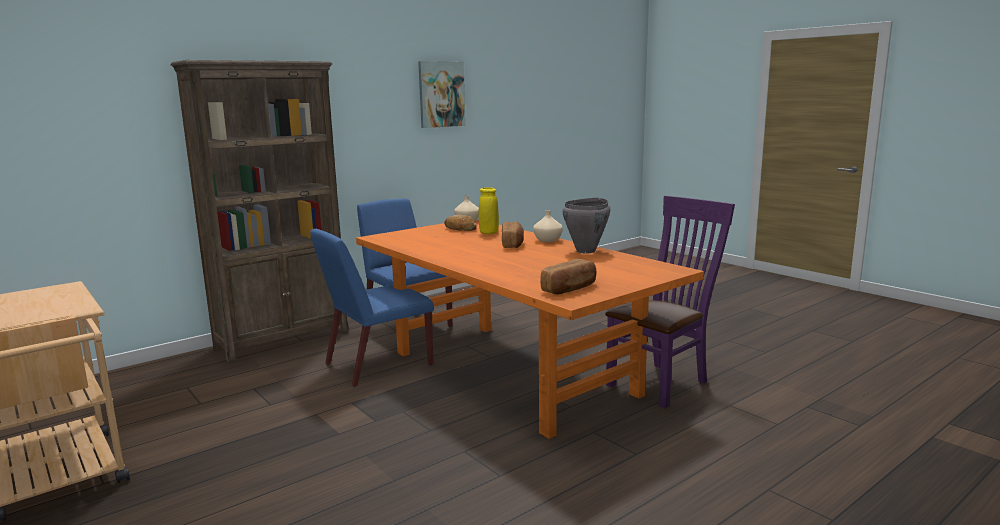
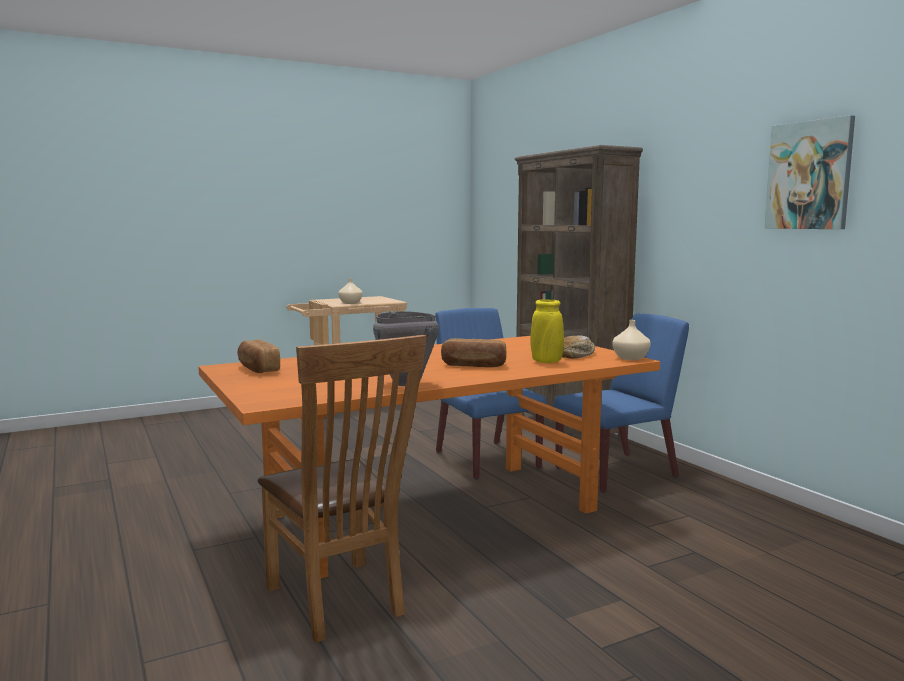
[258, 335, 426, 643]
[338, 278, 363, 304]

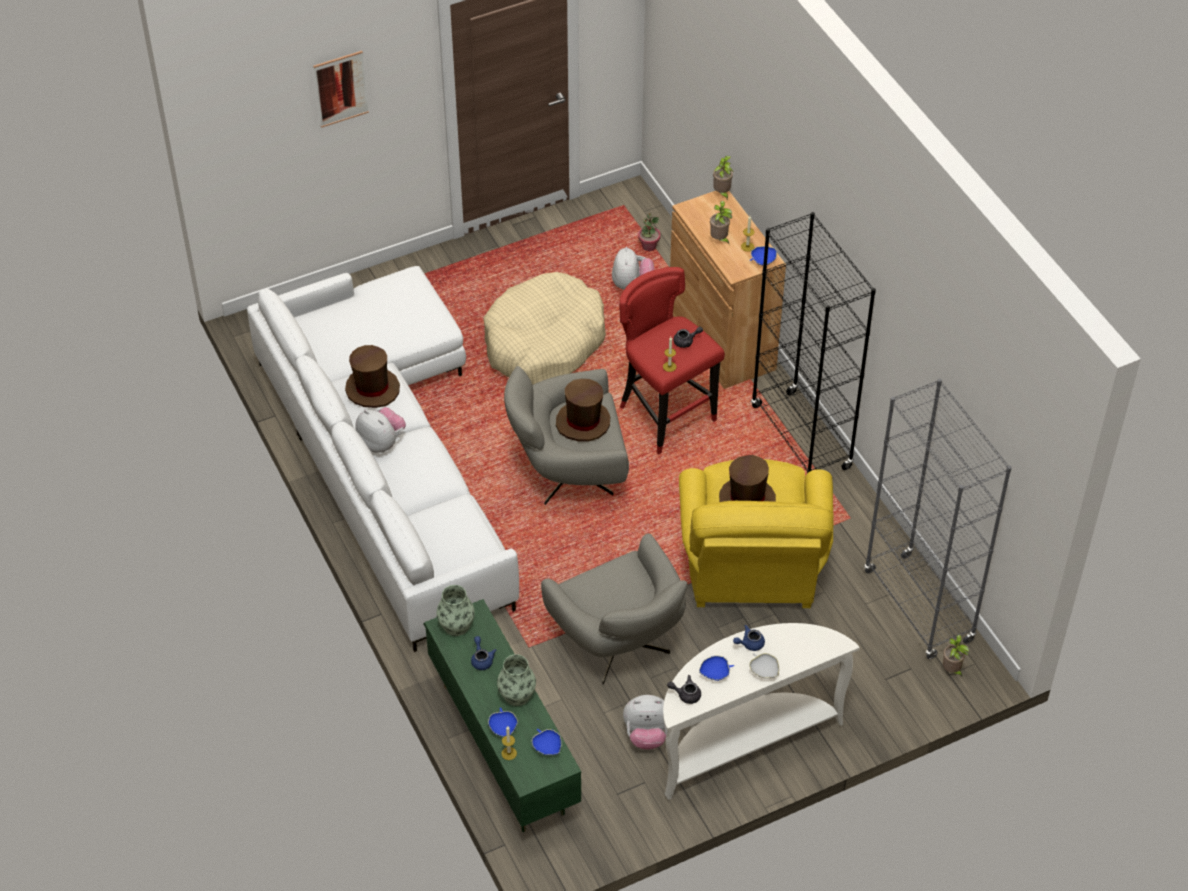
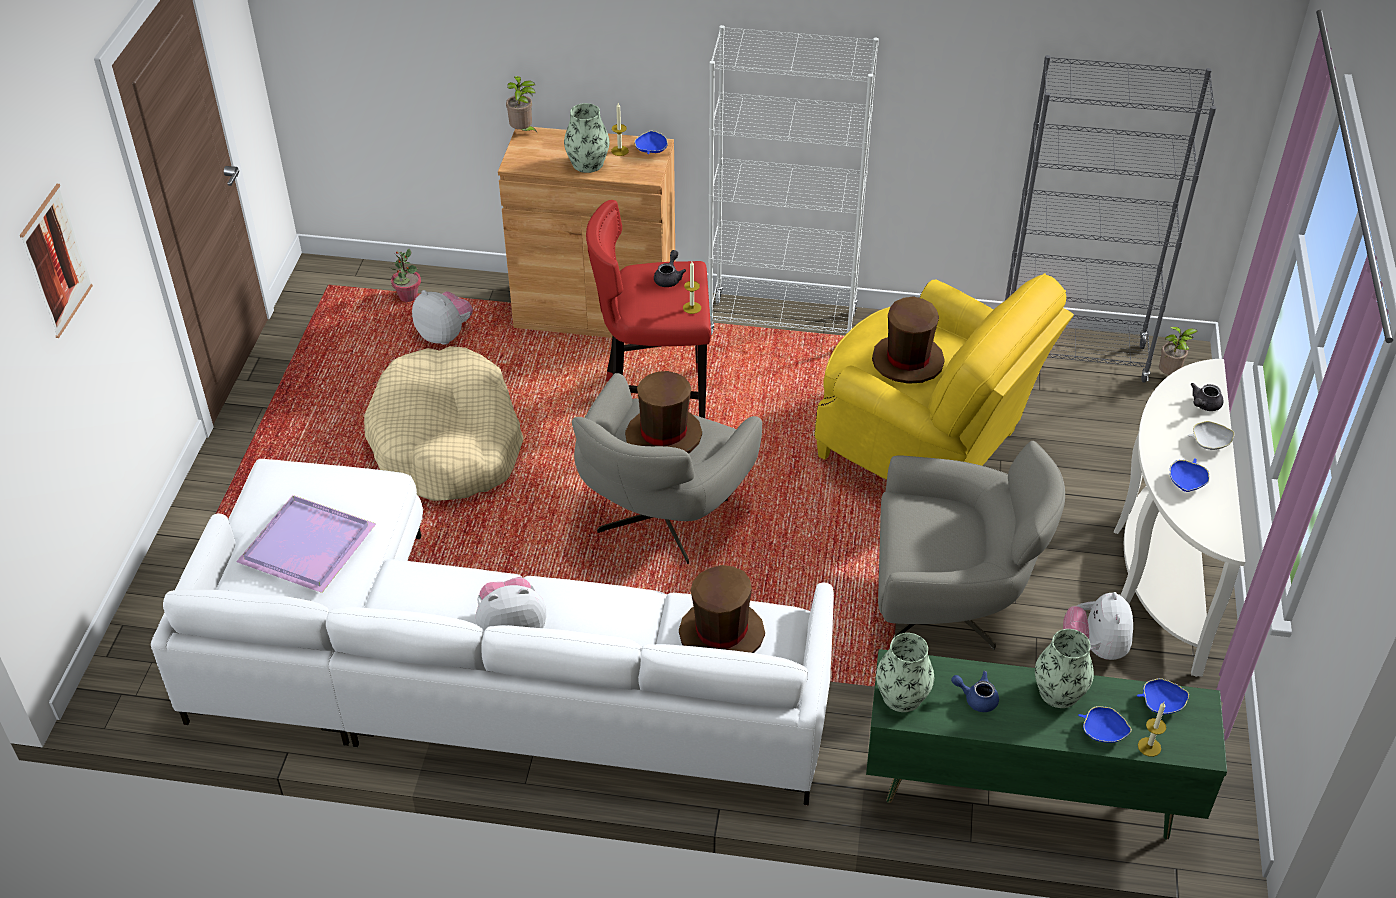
[564, 103, 609, 173]
[708, 25, 879, 335]
[679, 565, 765, 653]
[733, 625, 765, 651] (first image)
[1190, 383, 1224, 411]
[1063, 592, 1133, 660]
[236, 495, 376, 593]

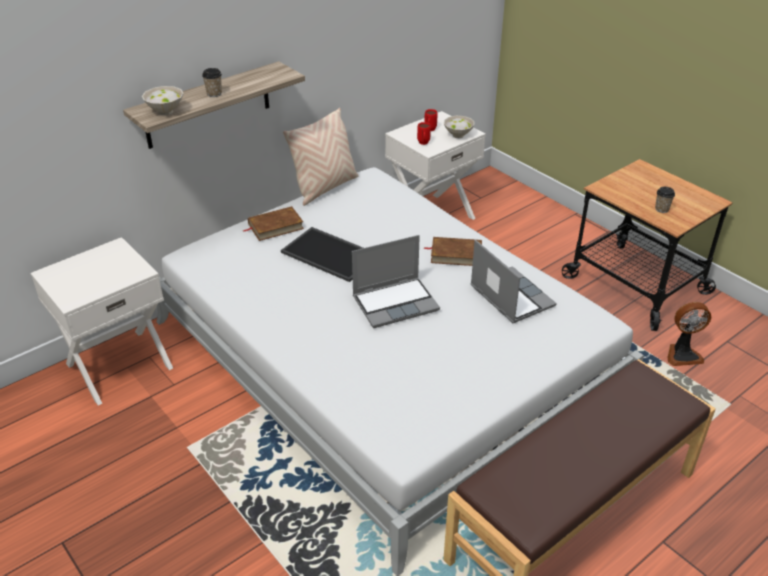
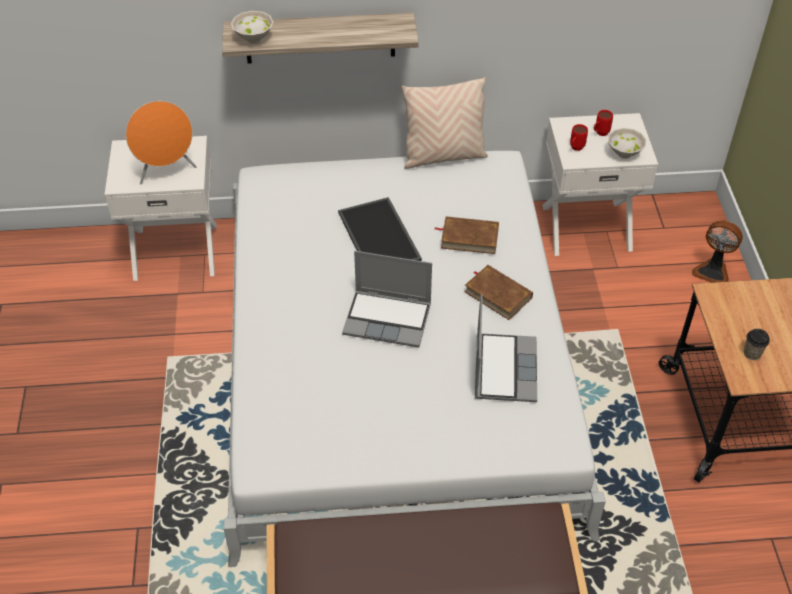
[202, 68, 222, 97] (first image)
[435, 216, 499, 254]
[692, 221, 743, 283]
[126, 101, 197, 184]

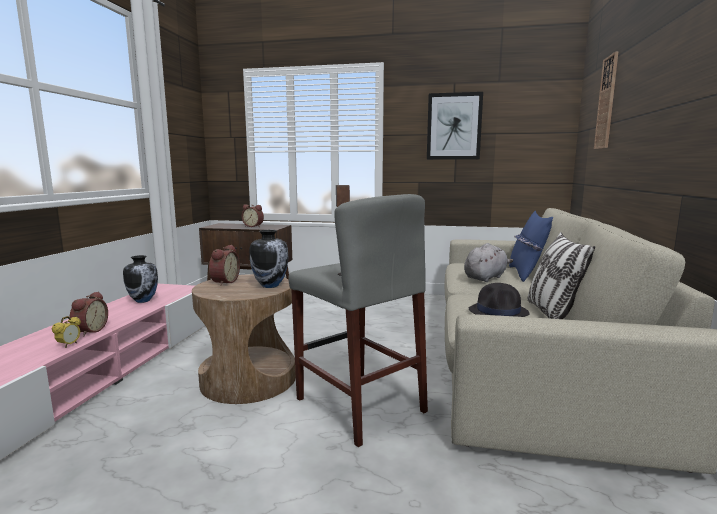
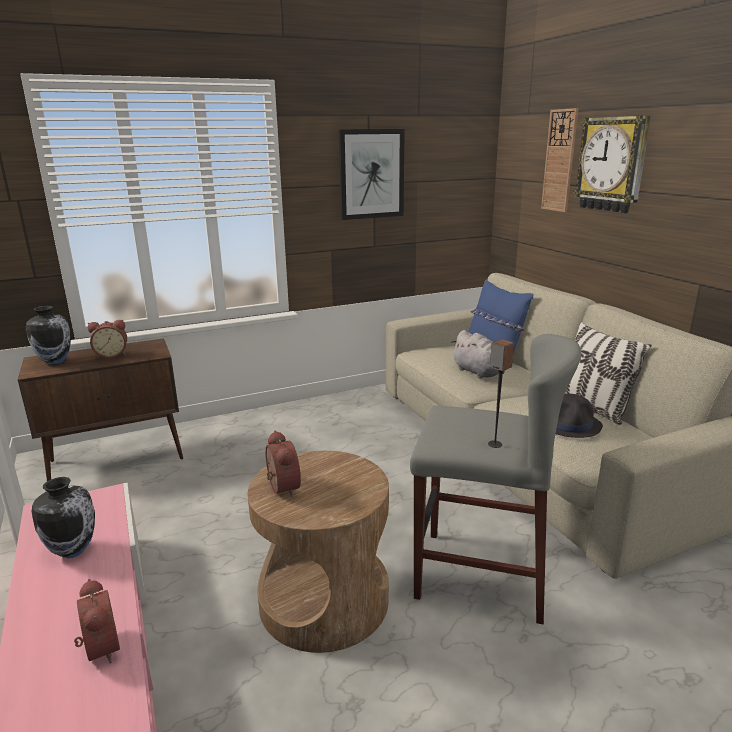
[26, 306, 71, 365]
[451, 330, 505, 379]
[52, 316, 81, 348] (first image)
[573, 115, 651, 213]

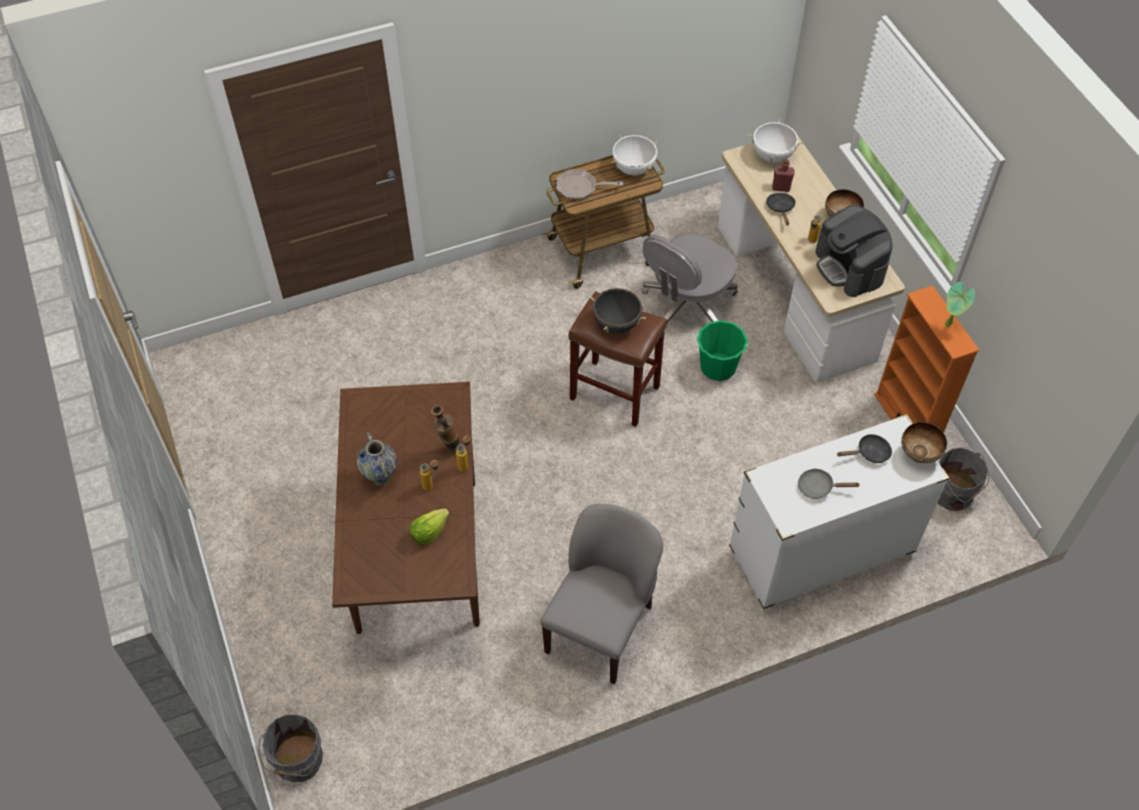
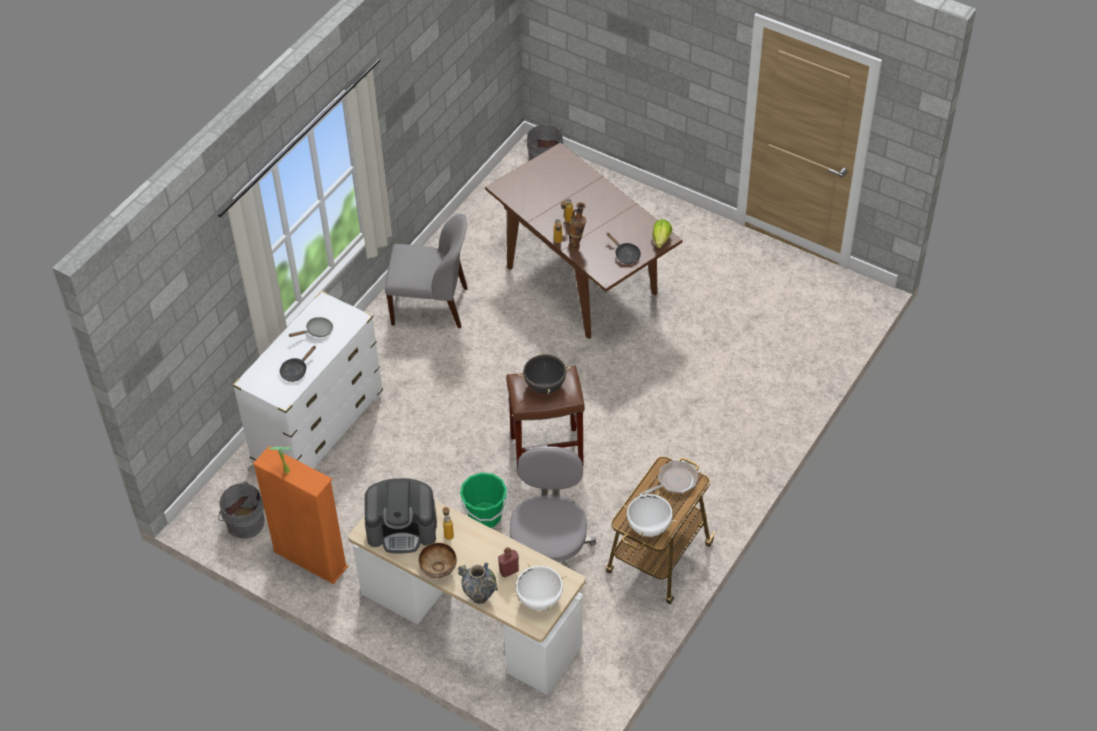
[607, 233, 641, 264]
[365, 478, 437, 553]
[901, 422, 947, 463] (first image)
[458, 562, 498, 604]
[385, 214, 468, 328]
[652, 219, 673, 248]

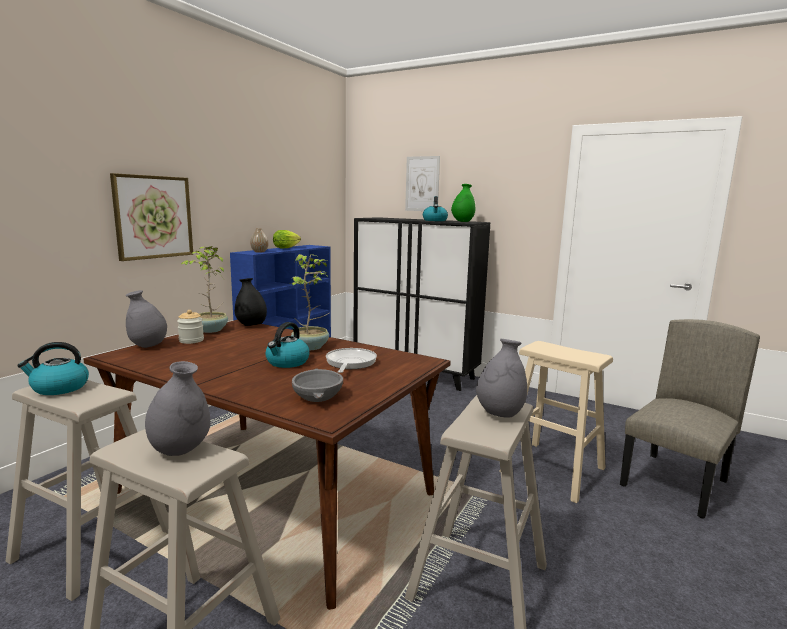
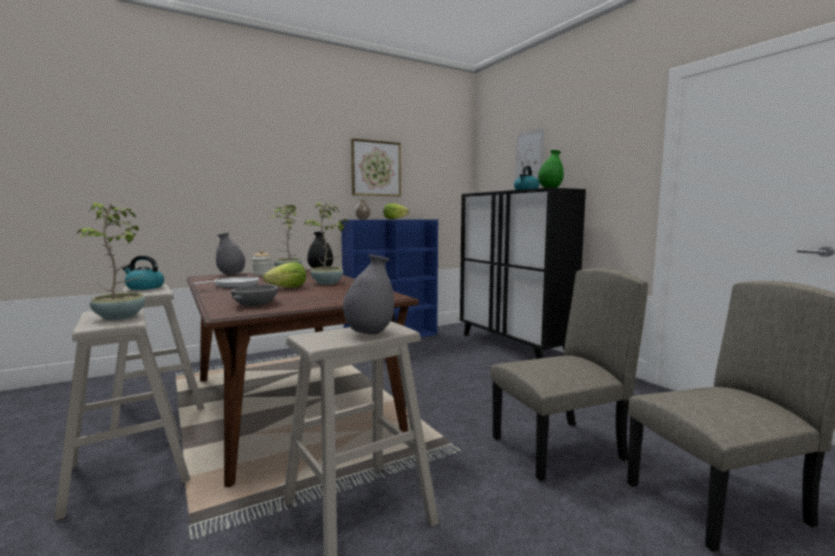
[351, 138, 401, 196]
[263, 262, 306, 288]
[491, 268, 648, 481]
[193, 277, 259, 288]
[76, 202, 146, 320]

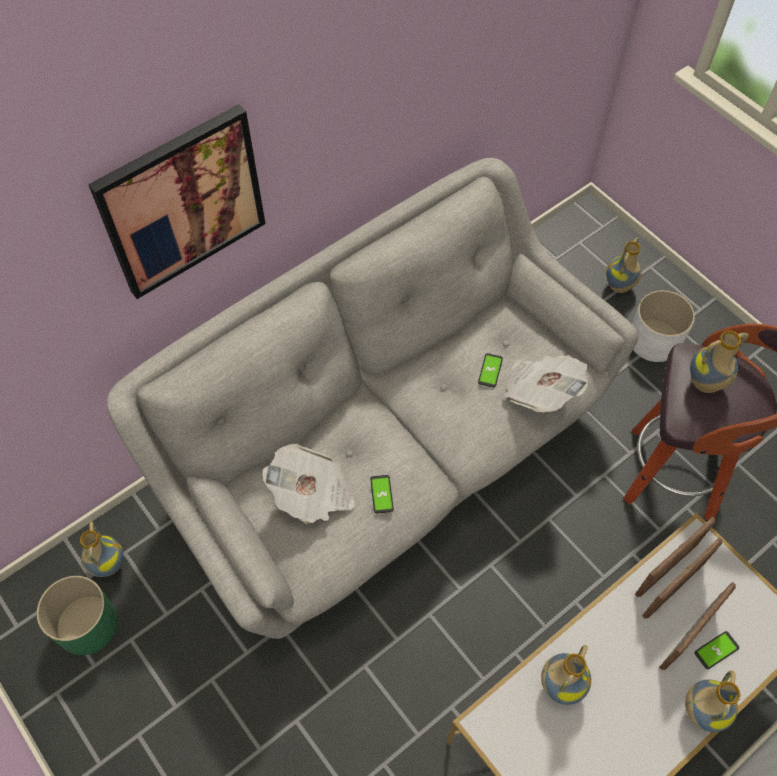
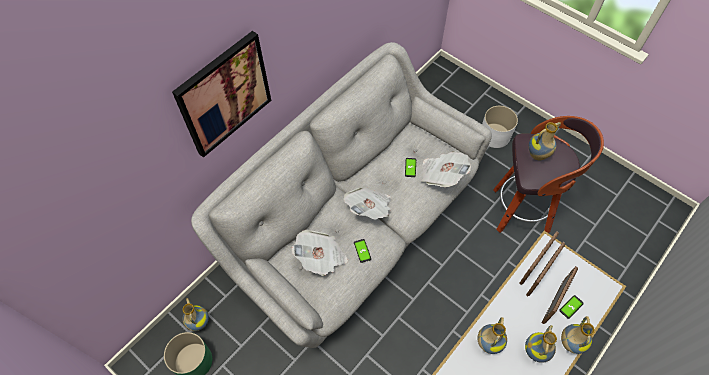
[525, 325, 557, 363]
[344, 186, 391, 220]

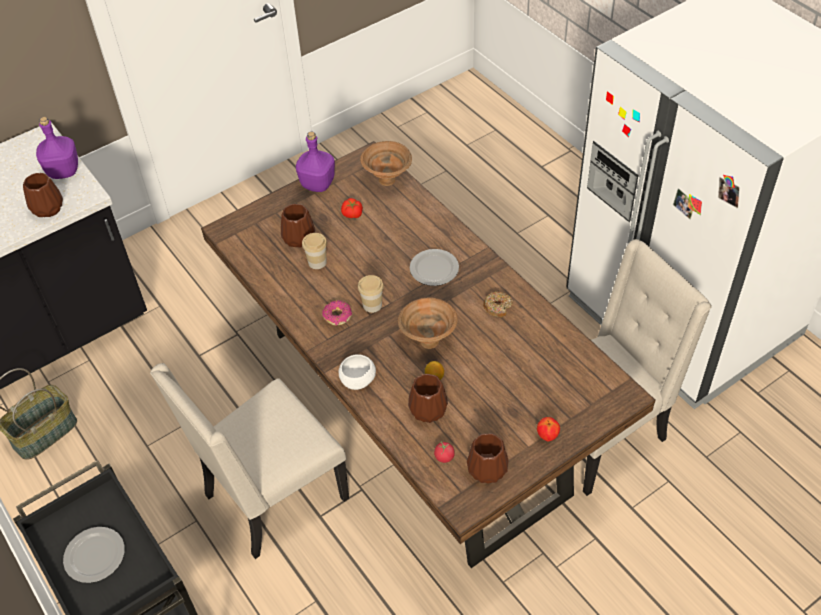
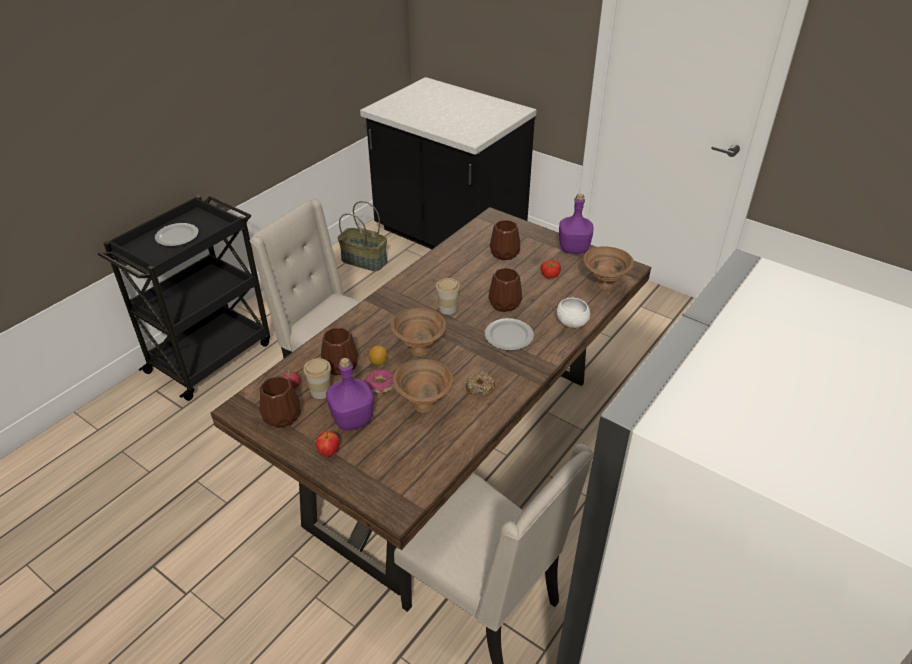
[326, 358, 374, 431]
[489, 268, 522, 312]
[303, 358, 331, 399]
[365, 369, 394, 393]
[557, 298, 590, 328]
[393, 359, 453, 413]

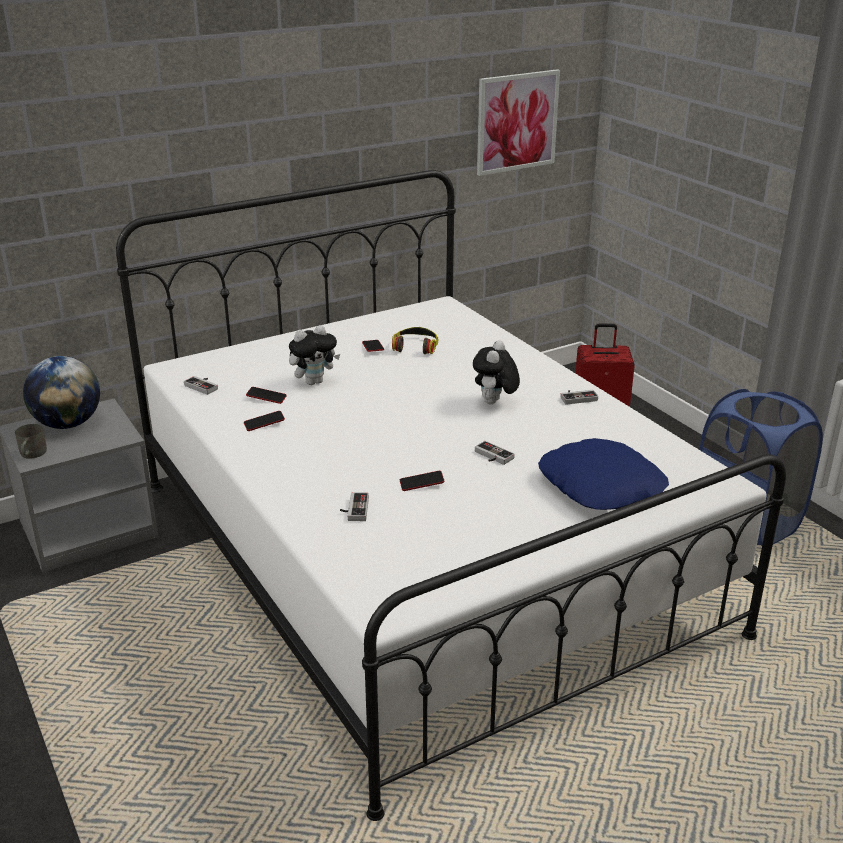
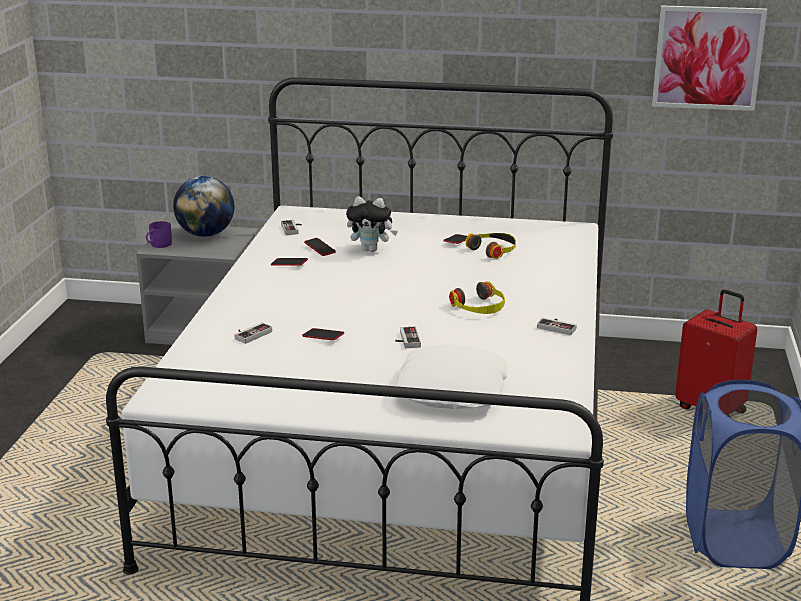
[449, 281, 505, 314]
[146, 221, 172, 248]
[395, 345, 507, 409]

